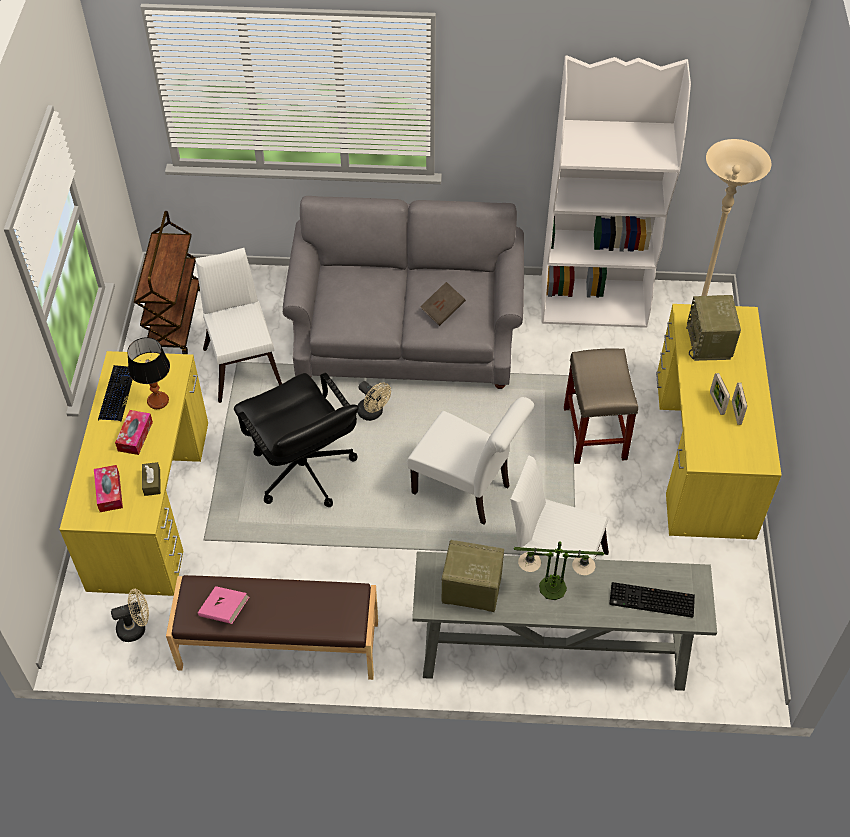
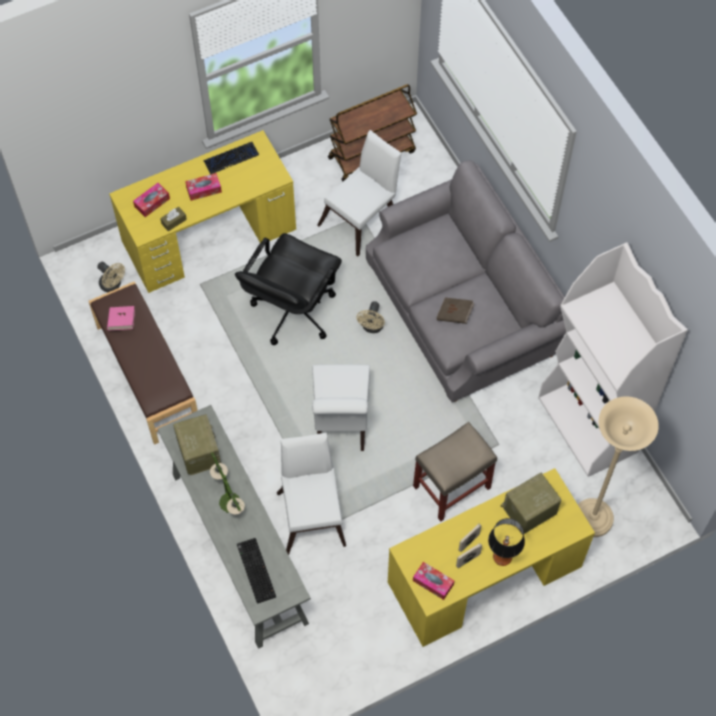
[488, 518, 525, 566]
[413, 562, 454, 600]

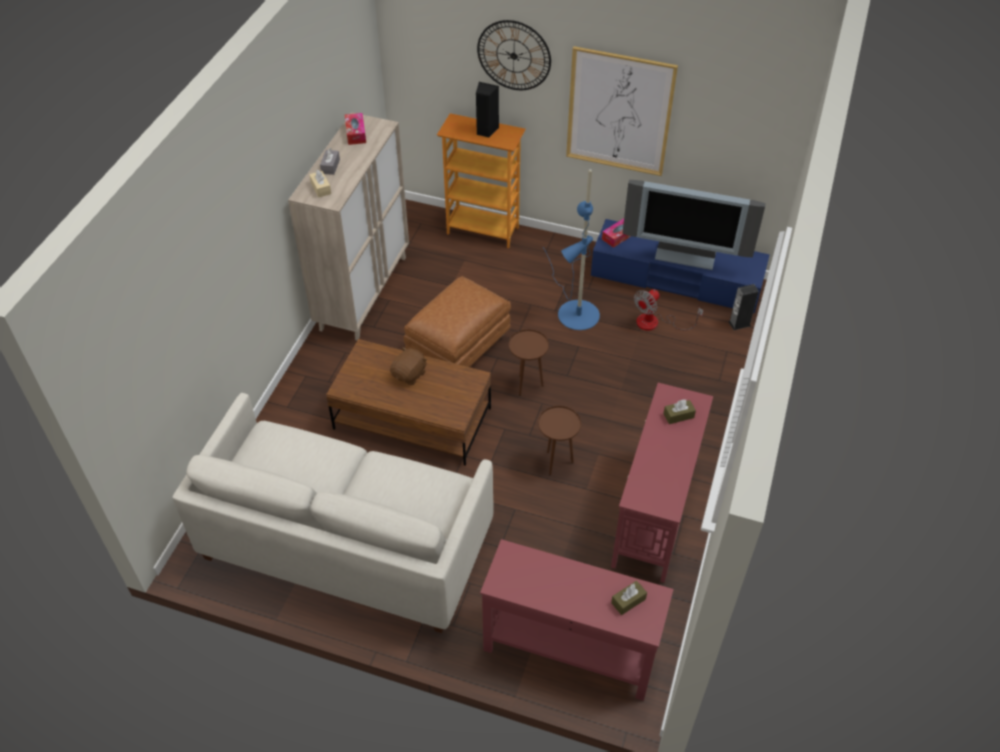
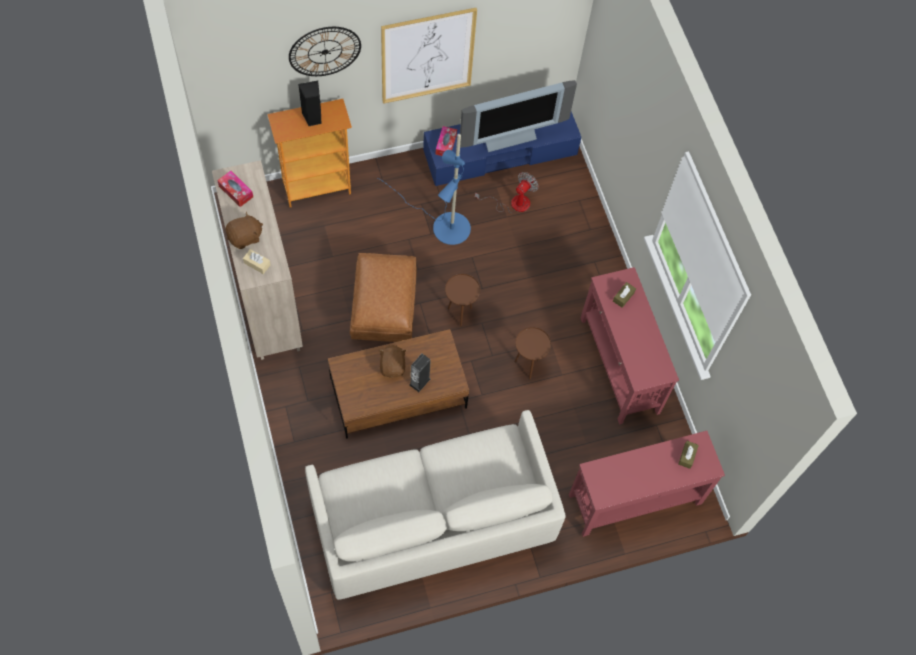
[225, 212, 263, 249]
[409, 354, 431, 392]
[475, 172, 538, 213]

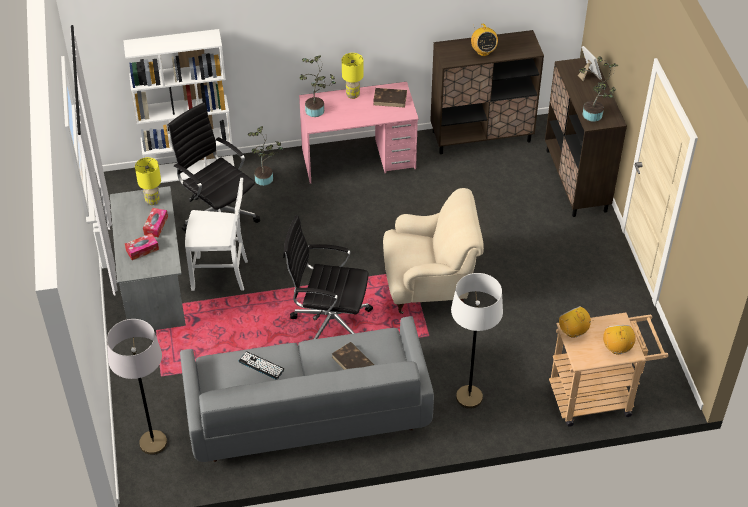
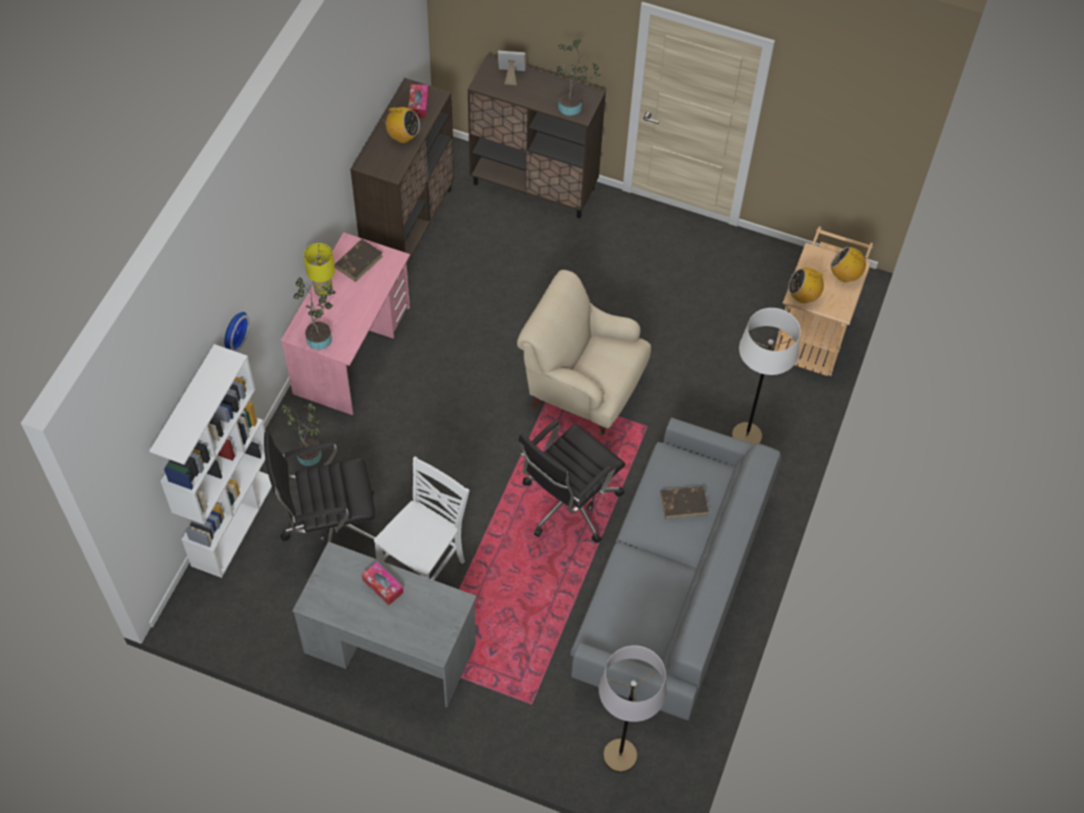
[135, 157, 161, 205] (first image)
[517, 270, 651, 435]
[408, 84, 429, 118]
[238, 351, 285, 380] (first image)
[224, 312, 250, 352]

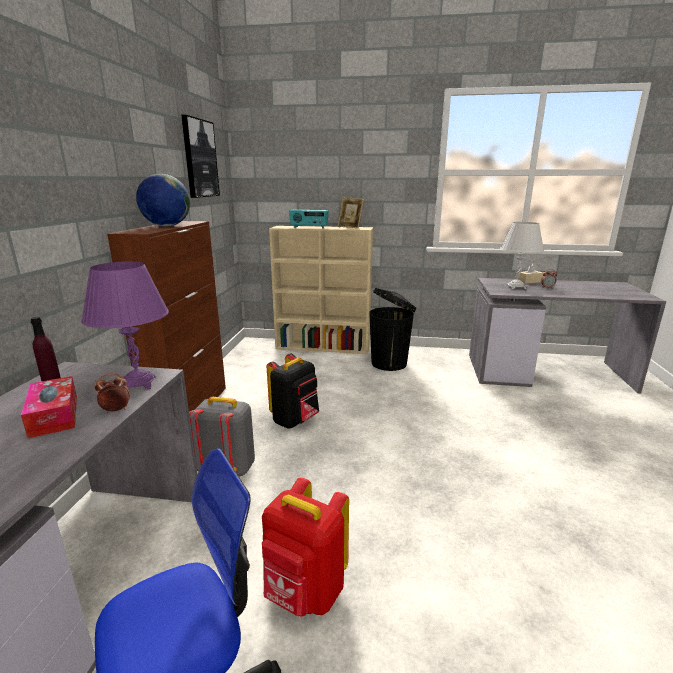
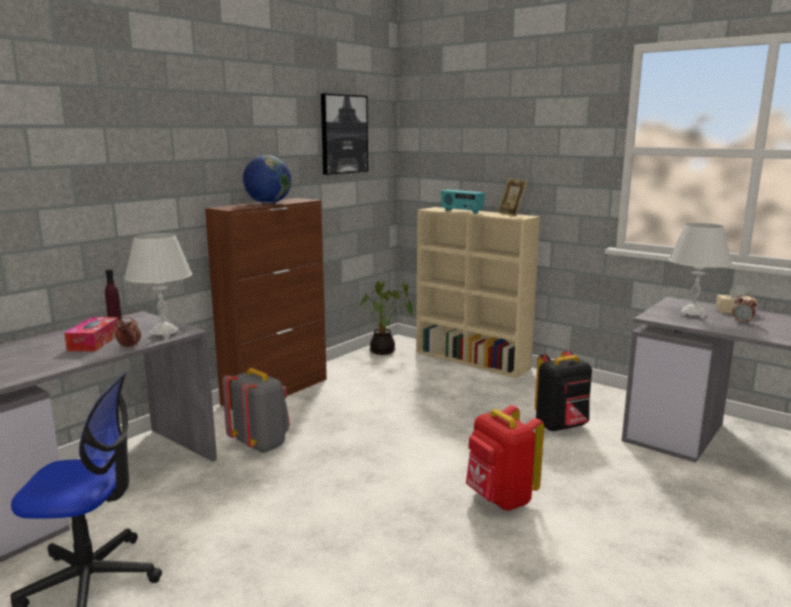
[124, 233, 192, 339]
[369, 288, 416, 371] (first image)
[535, 351, 592, 432]
[466, 405, 544, 511]
[360, 281, 413, 355]

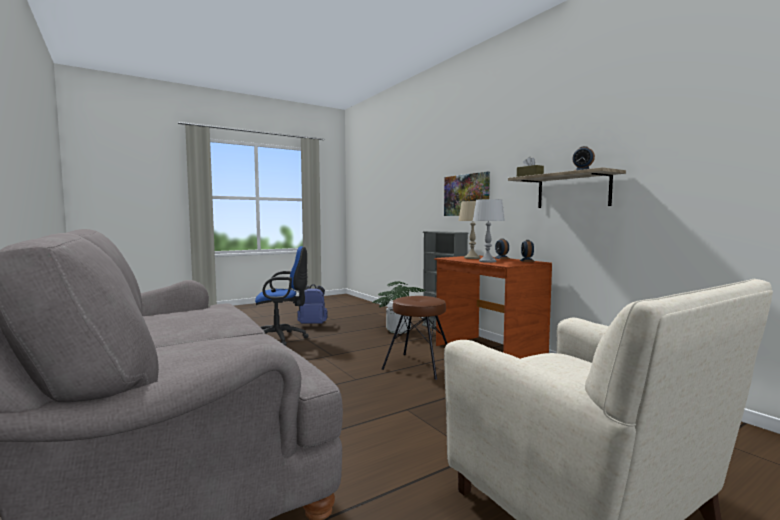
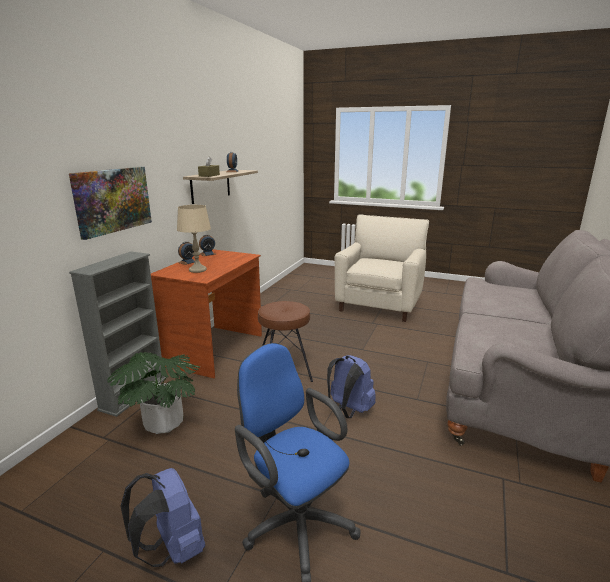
[473, 199, 505, 263] (first image)
[327, 355, 376, 418]

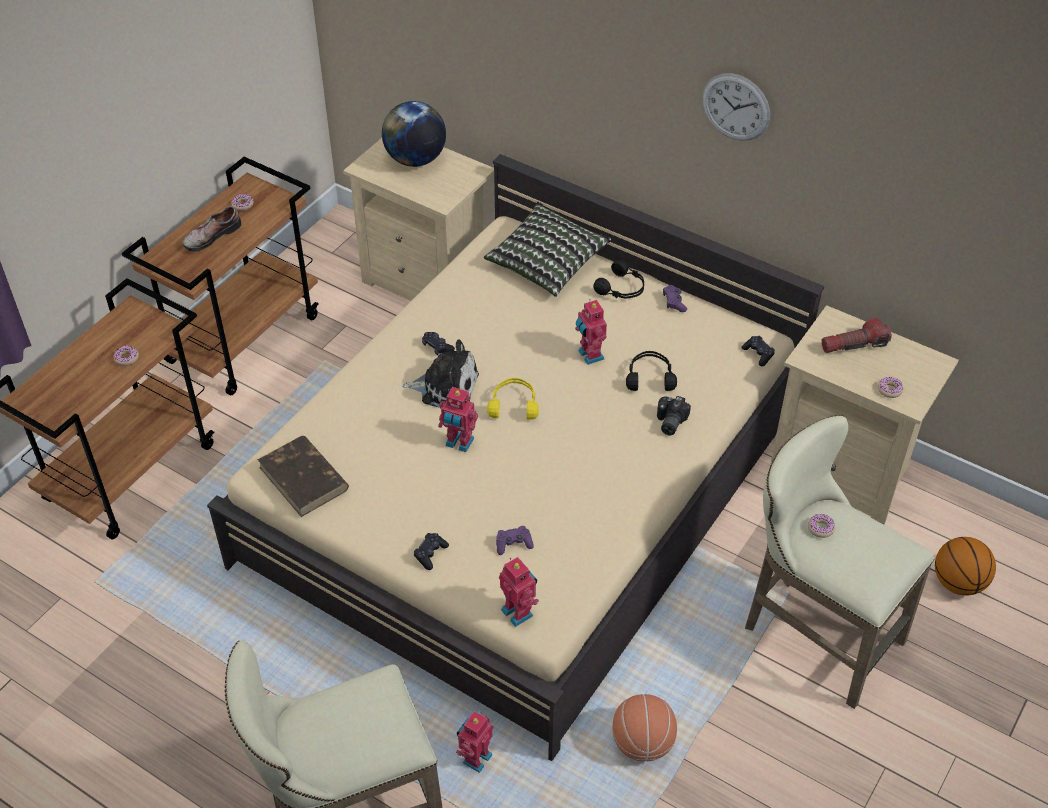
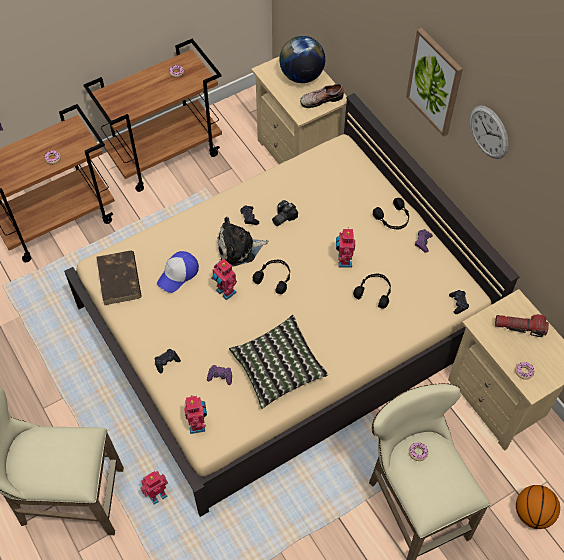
[229, 315, 328, 409]
[300, 83, 344, 108]
[217, 217, 268, 267]
[253, 260, 290, 294]
[272, 200, 298, 226]
[612, 694, 677, 761] (first image)
[406, 28, 463, 137]
[157, 251, 199, 293]

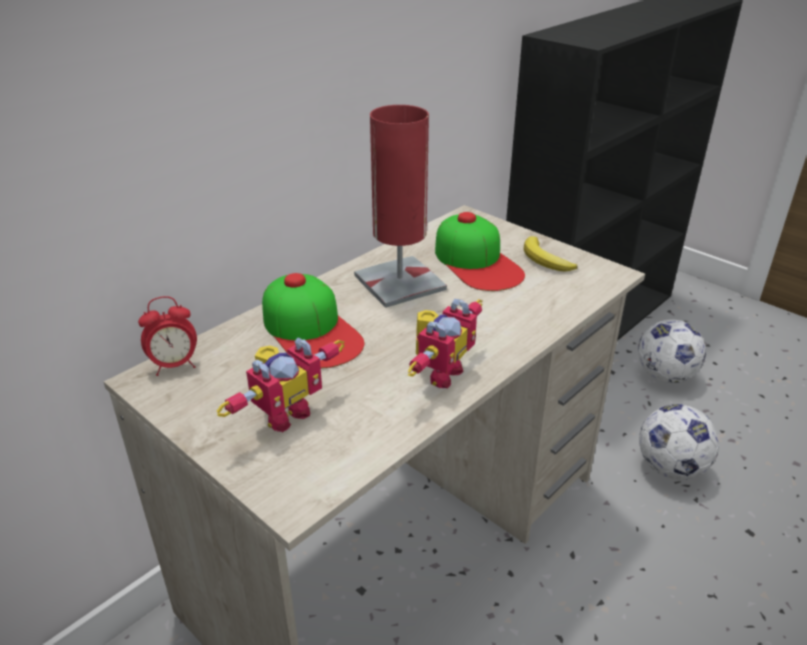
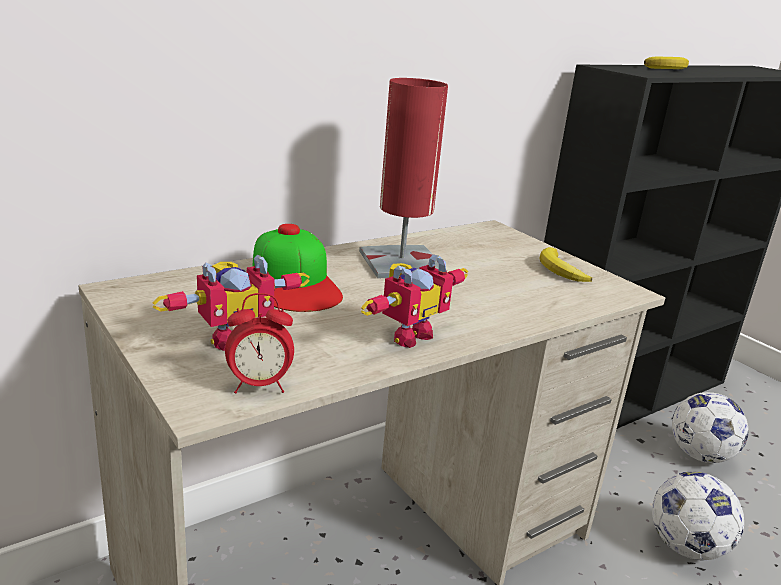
[435, 212, 525, 291] (first image)
[225, 293, 294, 394]
[644, 56, 689, 69]

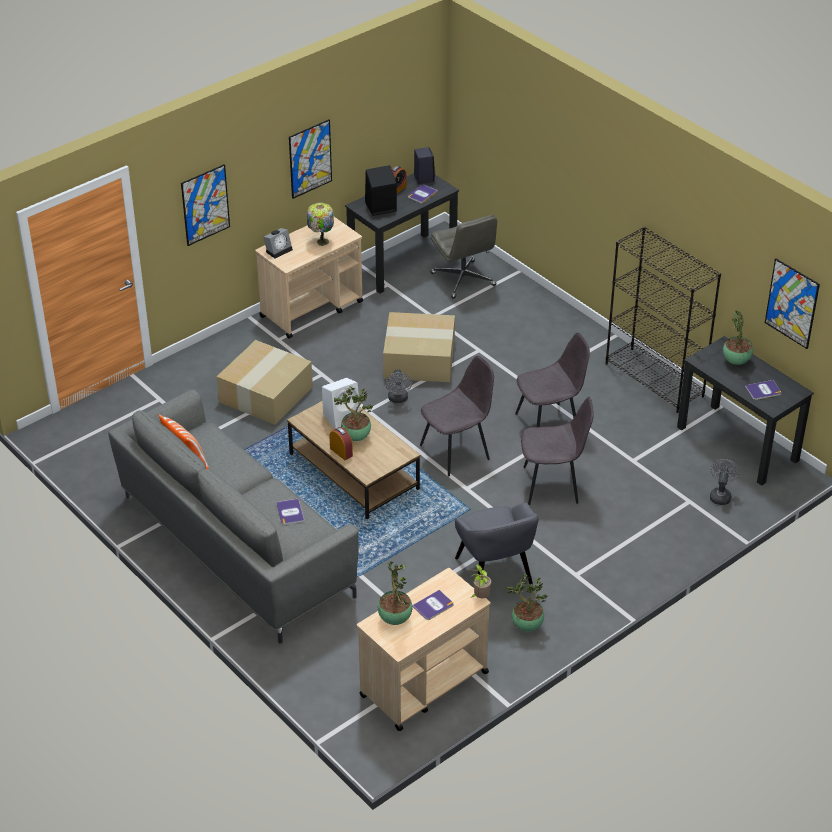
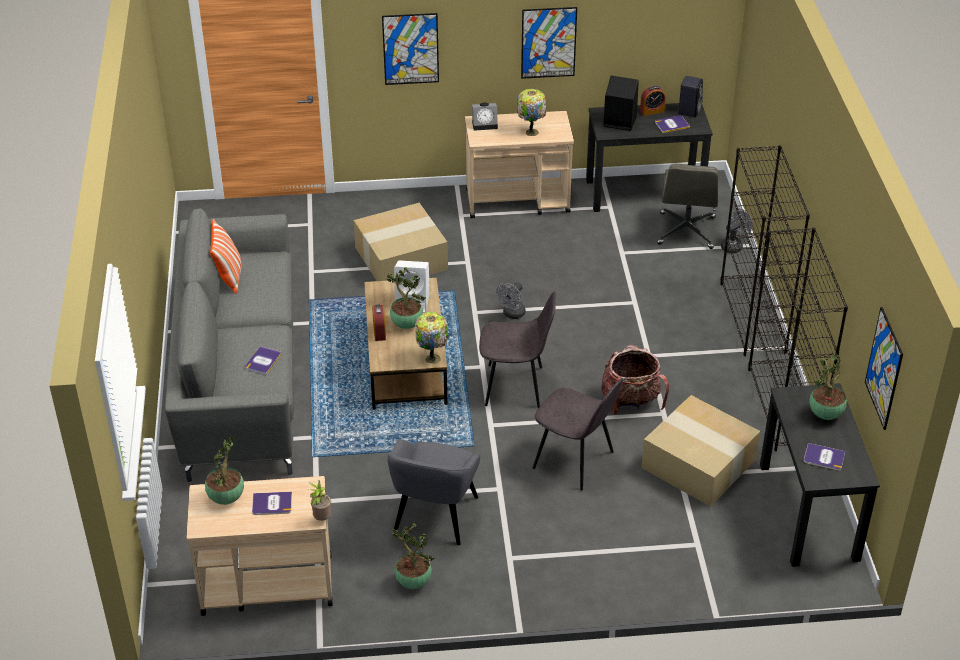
[641, 395, 760, 507]
[601, 345, 669, 414]
[721, 208, 753, 253]
[720, 145, 810, 356]
[415, 312, 449, 364]

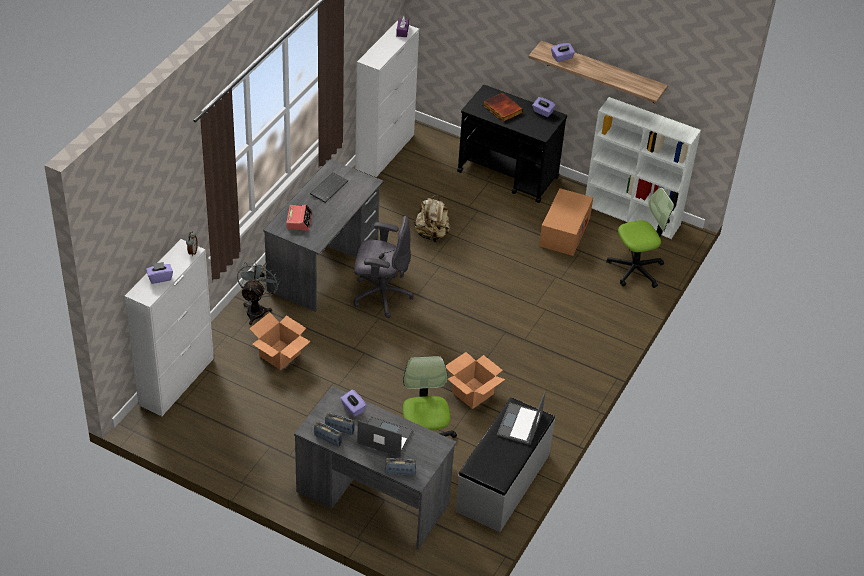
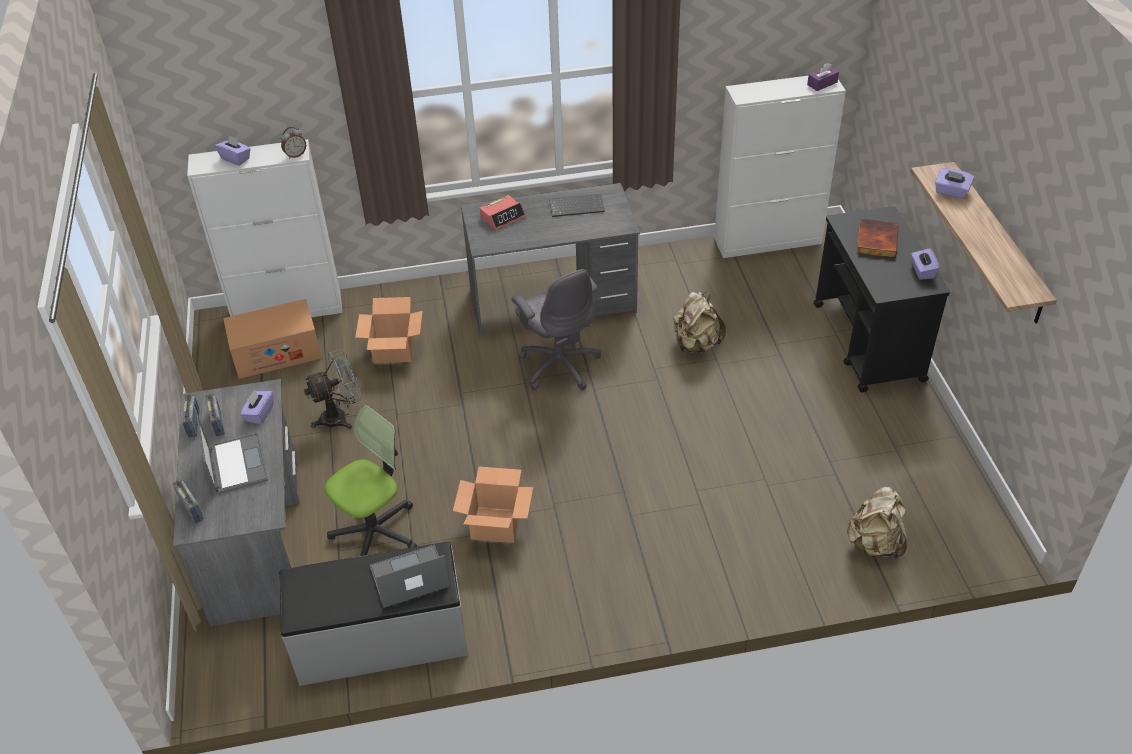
[586, 97, 701, 239] (first image)
[223, 299, 322, 379]
[846, 487, 907, 559]
[304, 349, 362, 429]

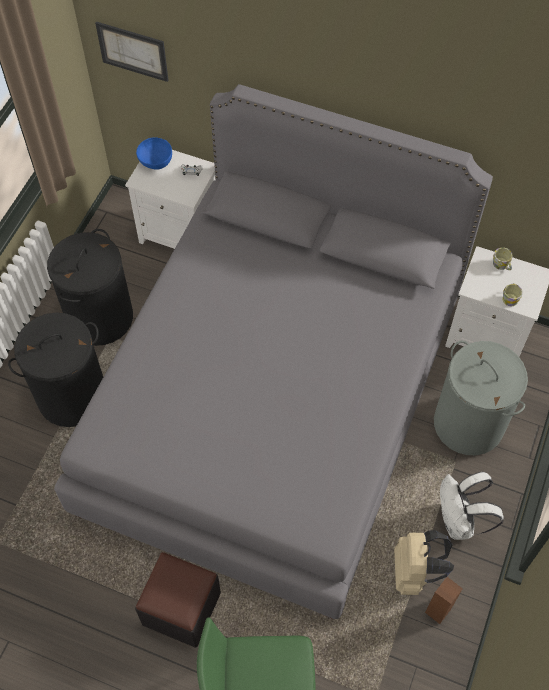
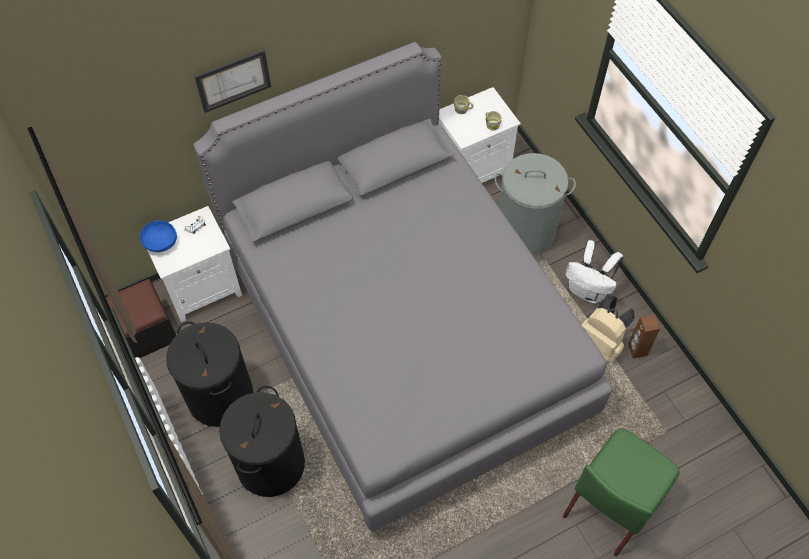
[194, 50, 271, 113]
[106, 279, 176, 358]

